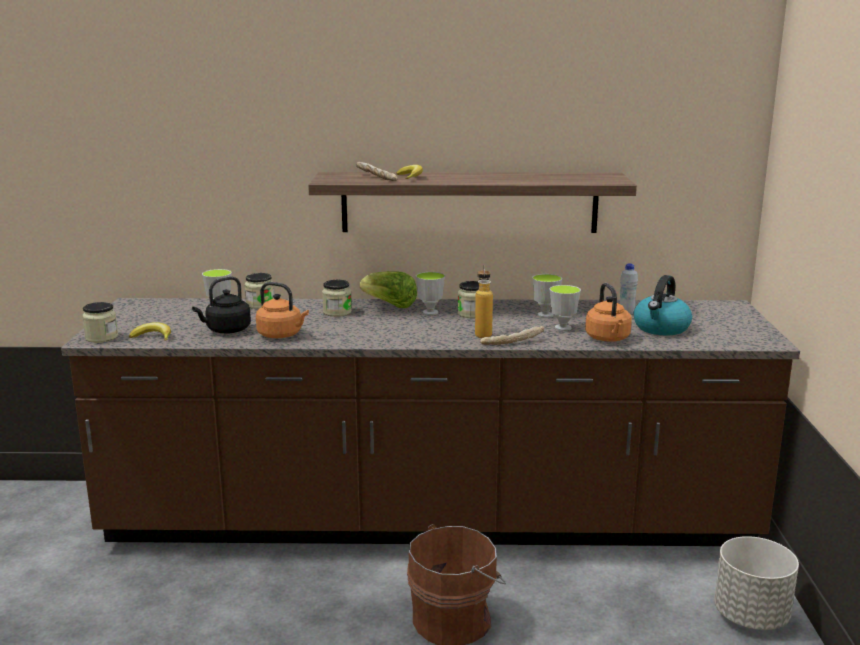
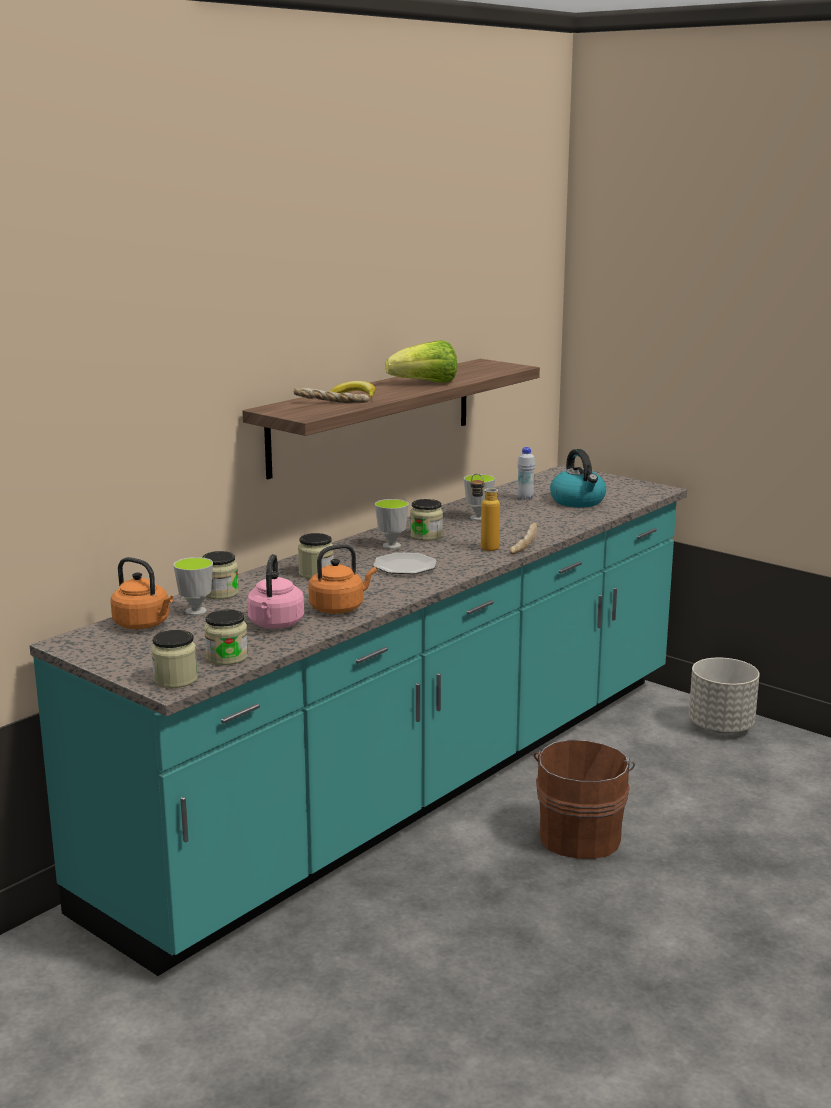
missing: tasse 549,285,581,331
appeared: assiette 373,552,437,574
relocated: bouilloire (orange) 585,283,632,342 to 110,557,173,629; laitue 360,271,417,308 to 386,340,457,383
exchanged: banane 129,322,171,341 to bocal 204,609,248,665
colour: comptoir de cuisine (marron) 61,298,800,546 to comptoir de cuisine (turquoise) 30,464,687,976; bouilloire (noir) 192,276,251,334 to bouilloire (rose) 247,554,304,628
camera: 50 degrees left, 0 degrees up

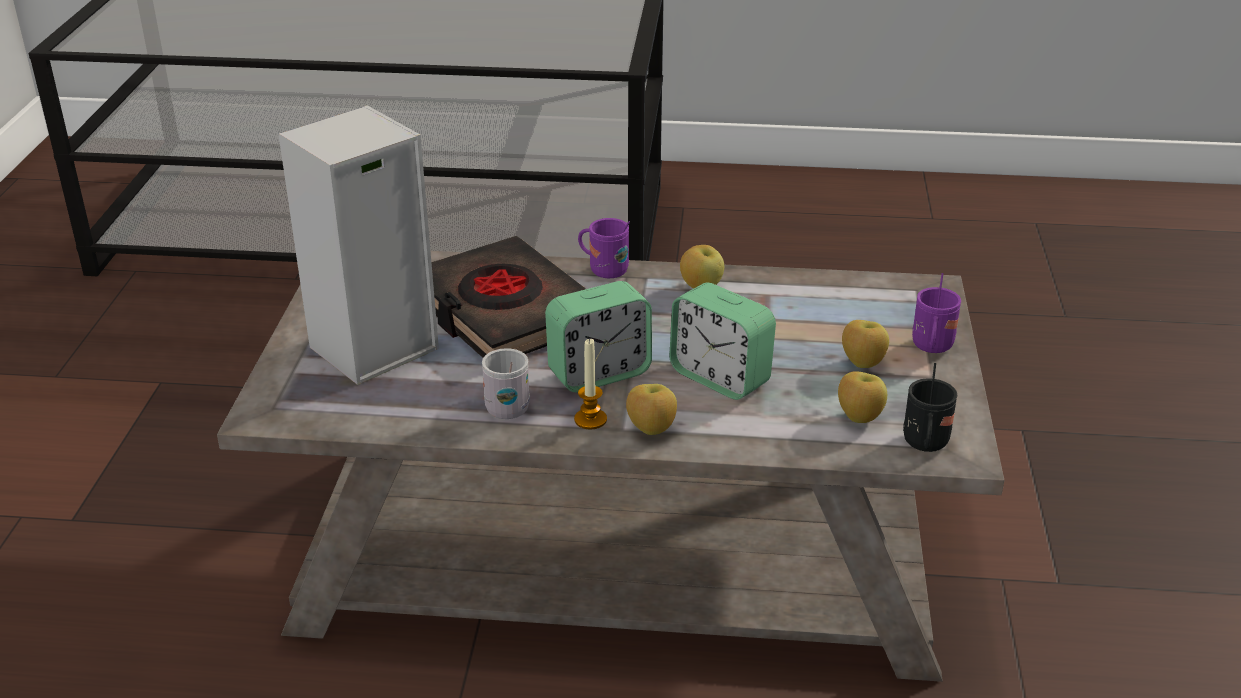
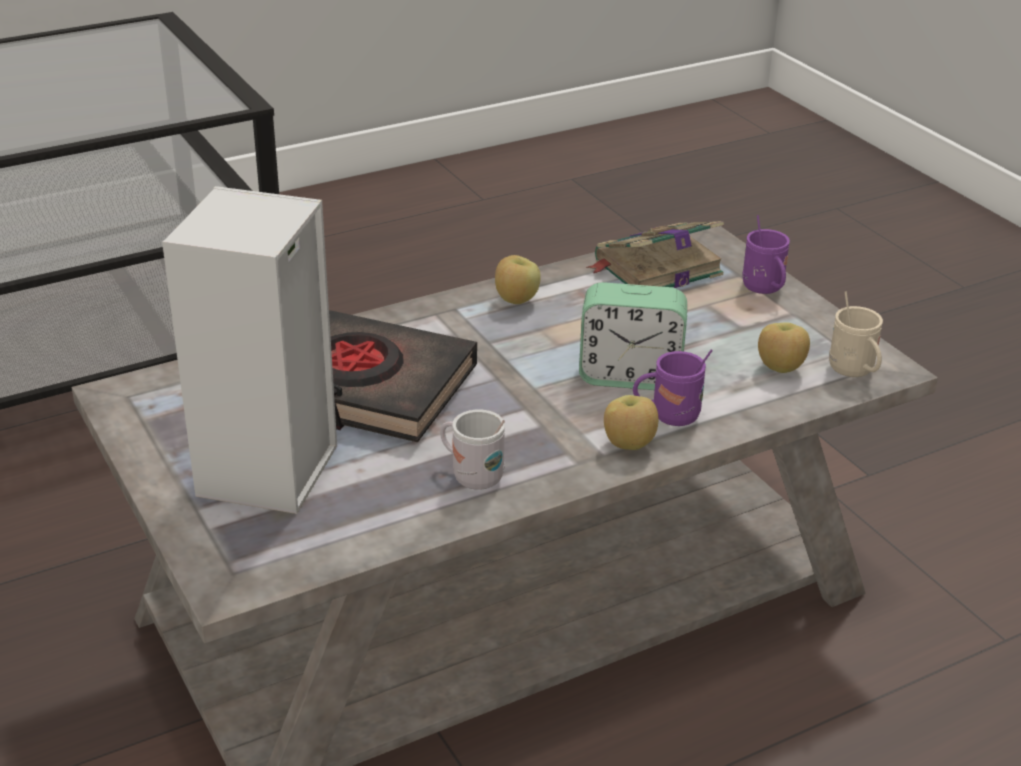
missing: réveil 545,281,652,393; bougie 574,338,607,430; pomme 842,320,889,368
appeared: livre 586,221,724,288
relocated: mug (violet) 578,218,630,278 to 633,349,713,426
colour: mug (noir) 903,363,957,452 to mug (beige) 829,291,883,377
camera: 35 degrees left, 0 degrees up

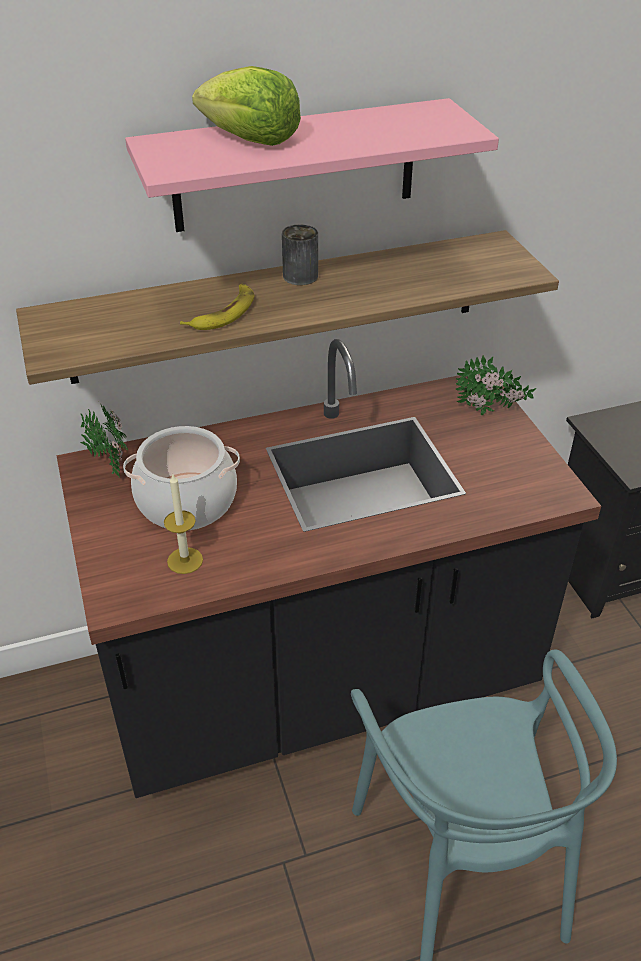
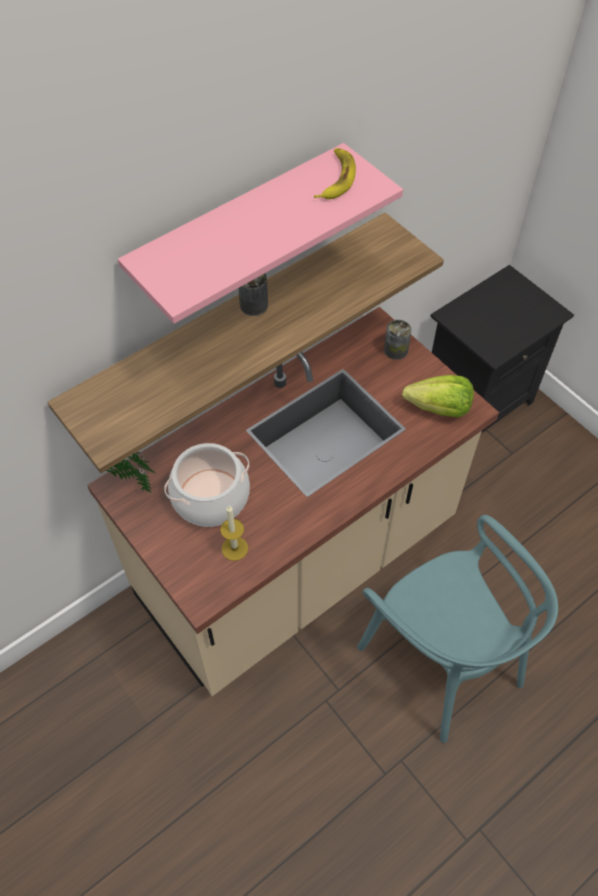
relocated: banane 180,284,255,330 to 314,148,356,199; laitue 192,66,301,146 to 402,375,474,418
exchanged: plante en pot 456,355,536,416 to boîte métallique 384,320,412,360
colour: comptoir de cuisine (noir) 56,339,601,798 to comptoir de cuisine (beige) 87,307,499,696
camera: 20 degrees left, 15 degrees up

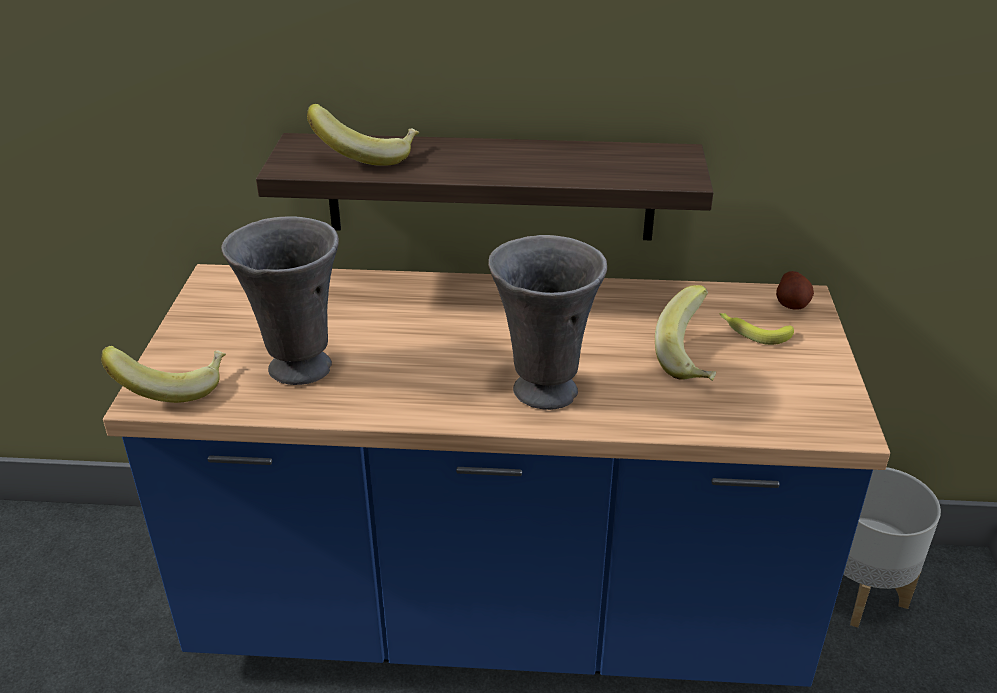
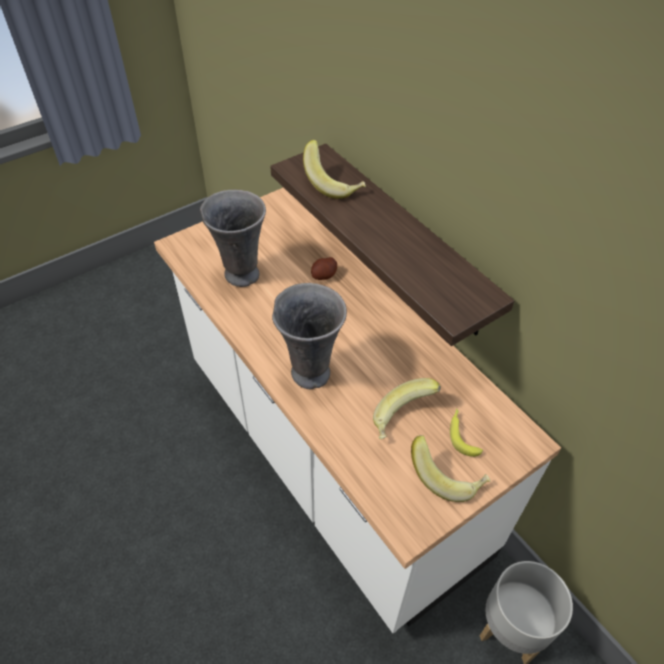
relocated: pomme de terre 776,271,814,310 to 311,257,337,280; banane 101,346,226,403 to 411,435,491,502
colour: comptoir de cuisine (bleu) 103,264,890,687 to comptoir de cuisine (blanc) 154,187,561,633
camera: 50 degrees right, 15 degrees up

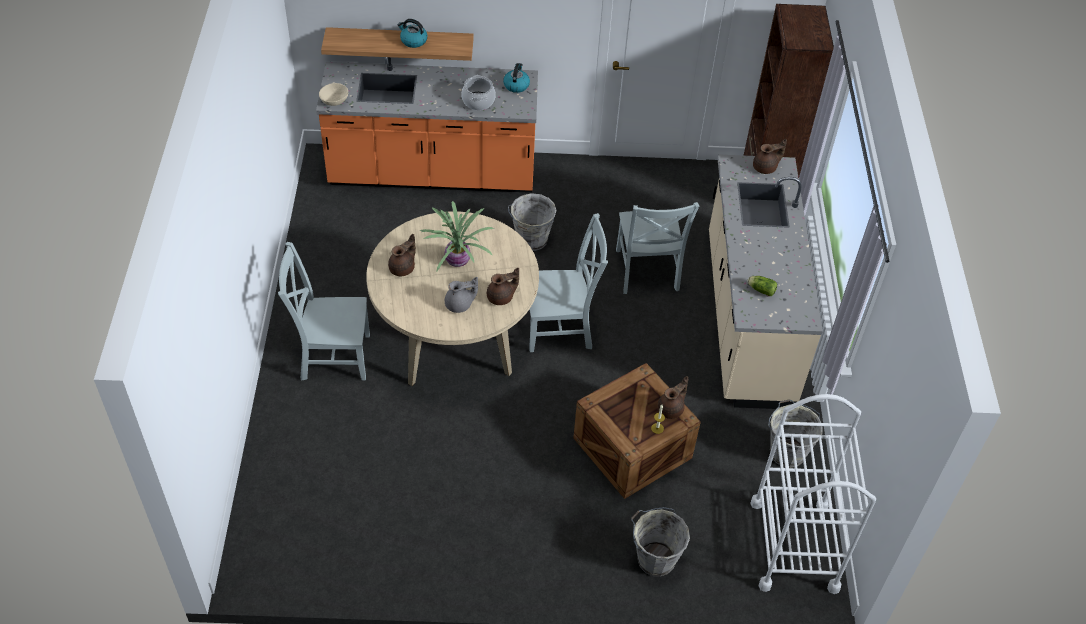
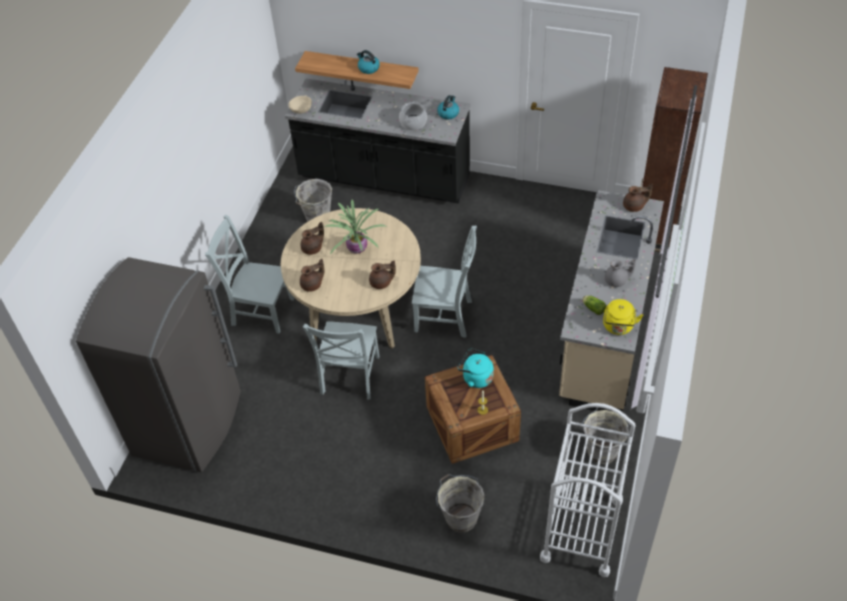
appeared: réfrigérateur (gris) 76,257,241,472; bouilloire (turquoise) 458,349,494,388; bouilloire (jaune) 603,299,643,335
relocated: seau (gris) 508,193,556,251 to 294,179,332,221; théière (marron) 657,376,688,419 to 300,259,325,292; chaise (gris) 616,202,699,294 to 303,321,379,400; théière (gris) 445,277,478,313 to 605,259,636,287
colour: comptoir de cuisine (orange) 316,57,538,193 to comptoir de cuisine (noir) 285,78,470,204
camera: 20 degrees right, 0 degrees up

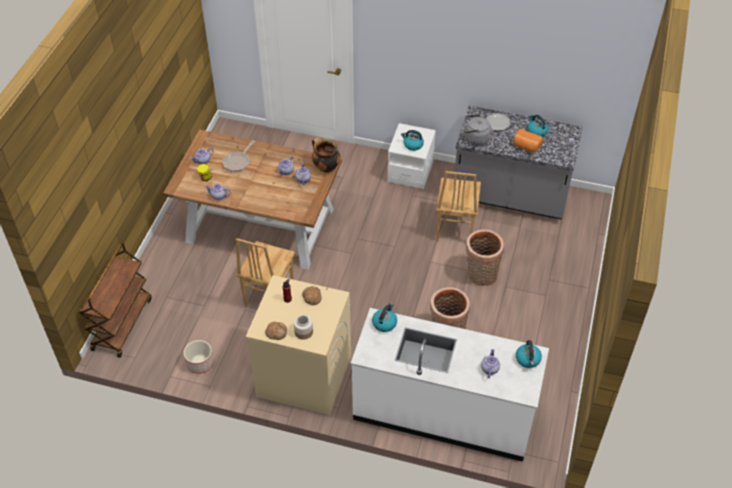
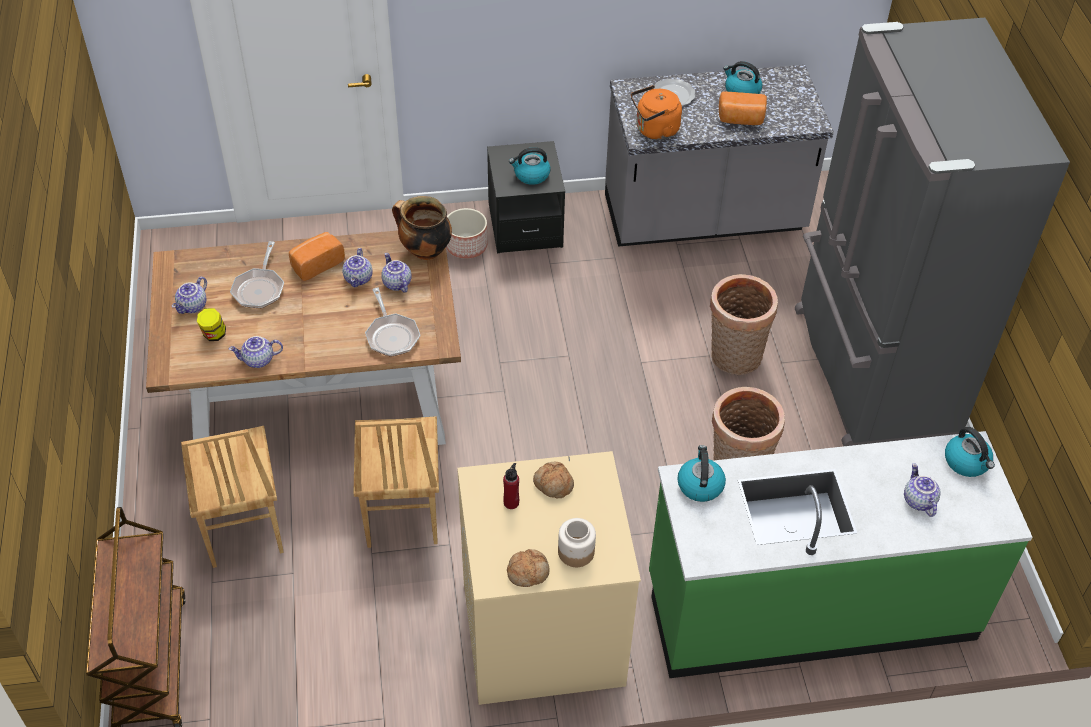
appeared: pain 289,232,345,281; poêle 365,288,420,357; réfrigérateur (gris) 795,18,1070,446
relocated: chaise (marron) 436,171,481,241 to 181,426,284,568; cache-pot 184,340,214,374 to 446,208,487,259
colour: table de chevet (blanc) 387,123,436,189 to table de chevet (noir) 487,141,565,253; bouilloire (gris) 464,115,491,146 to bouilloire (orange) 631,85,682,140; comptoir de cuisine (blanc) 351,308,549,462 to comptoir de cuisine (vert) 649,431,1033,678
camera: 25 degrees left, 0 degrees up

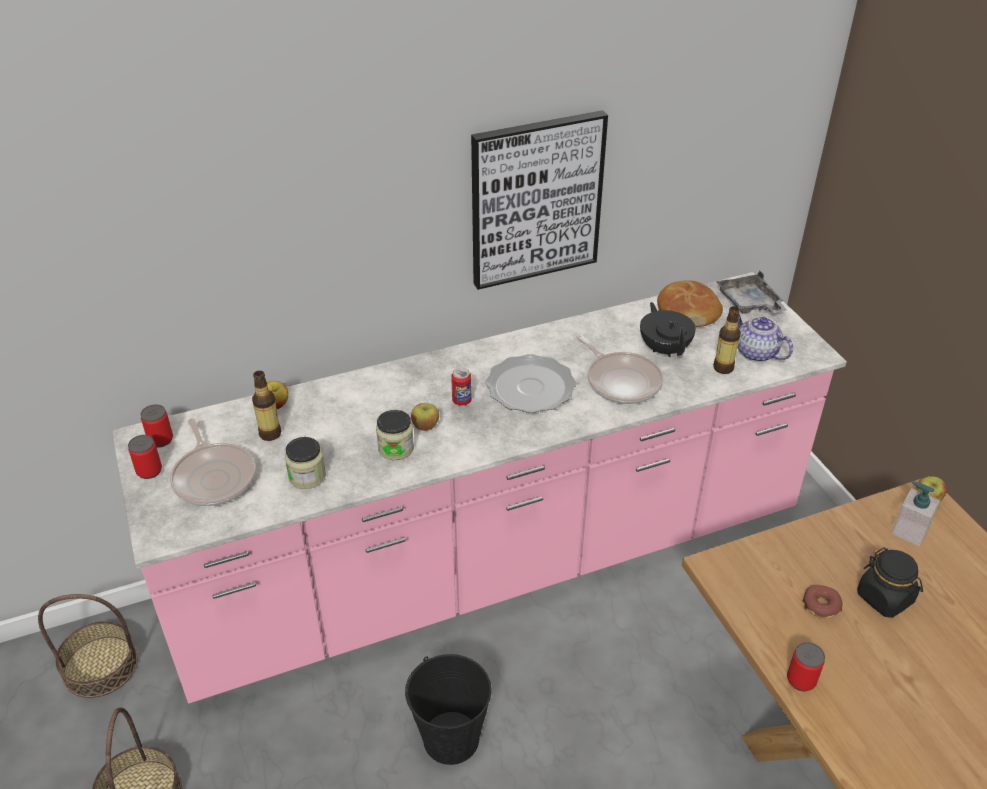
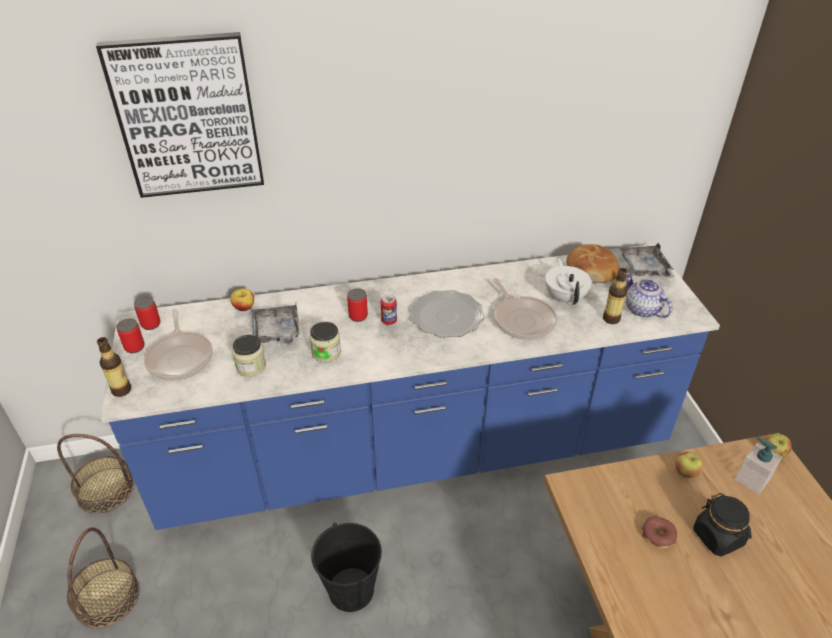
appeared: plateau (gris) 252,305,300,346
relocated: tableau 471,110,608,290 to 96,32,264,198; bouteille 252,371,281,441 to 97,337,131,397; boîte métallique 787,642,825,691 to 347,288,368,322; pomme 411,403,439,431 to 675,452,703,478
colour: comptoir de cuisine (rose) 112,272,847,703 to comptoir de cuisine (bleu) 100,244,720,530; théière (noir) 640,302,696,357 to théière (blanc) 545,259,592,305
camera: 10 degrees right, 0 degrees up

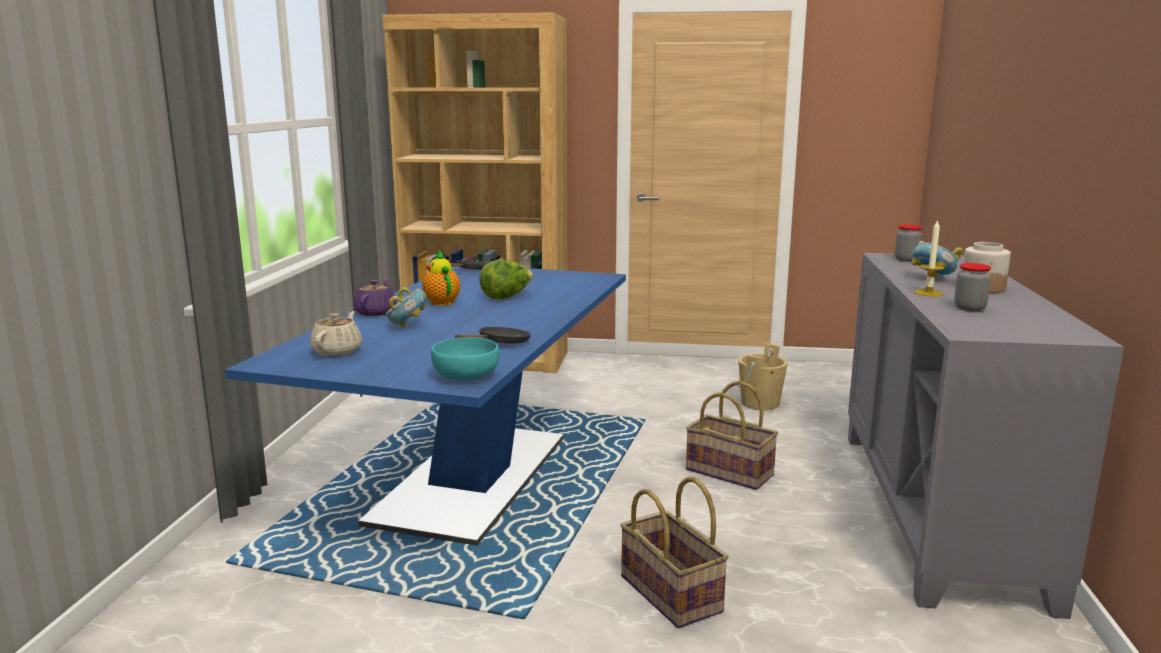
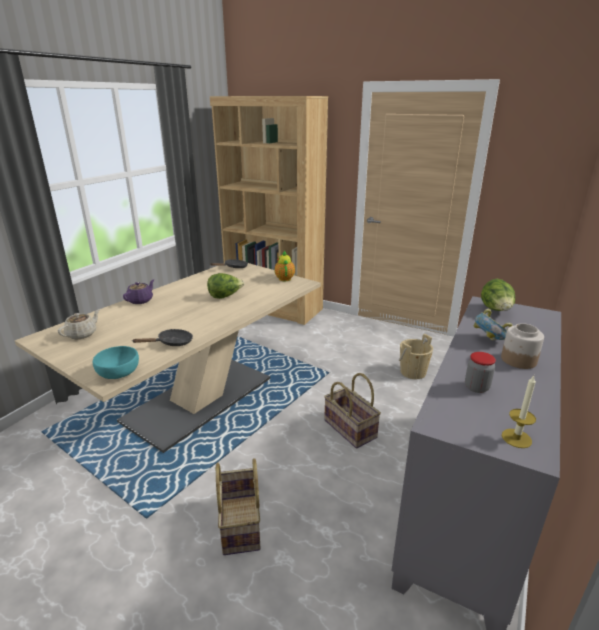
missing: bol 386,287,426,327
relocated: théière 422,250,460,306 to 274,250,295,281; bougie 914,219,945,296 to 502,375,536,448
exchanged: bocal 895,224,922,262 to laitue 481,279,515,311
colour: table à manger (bleu) 225,266,626,546 to table à manger (beige) 15,263,321,453
camera: 20 degrees right, 10 degrees up

